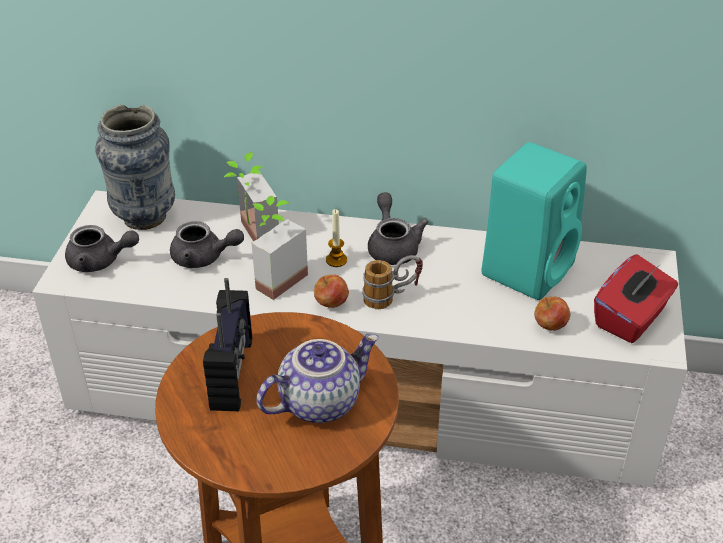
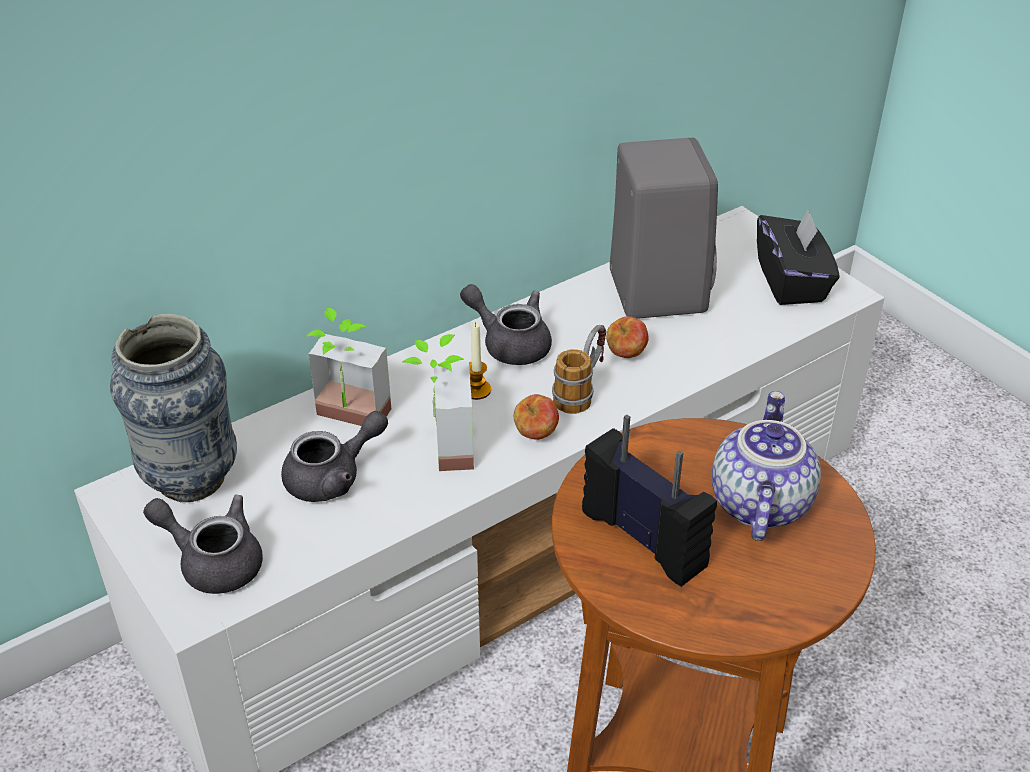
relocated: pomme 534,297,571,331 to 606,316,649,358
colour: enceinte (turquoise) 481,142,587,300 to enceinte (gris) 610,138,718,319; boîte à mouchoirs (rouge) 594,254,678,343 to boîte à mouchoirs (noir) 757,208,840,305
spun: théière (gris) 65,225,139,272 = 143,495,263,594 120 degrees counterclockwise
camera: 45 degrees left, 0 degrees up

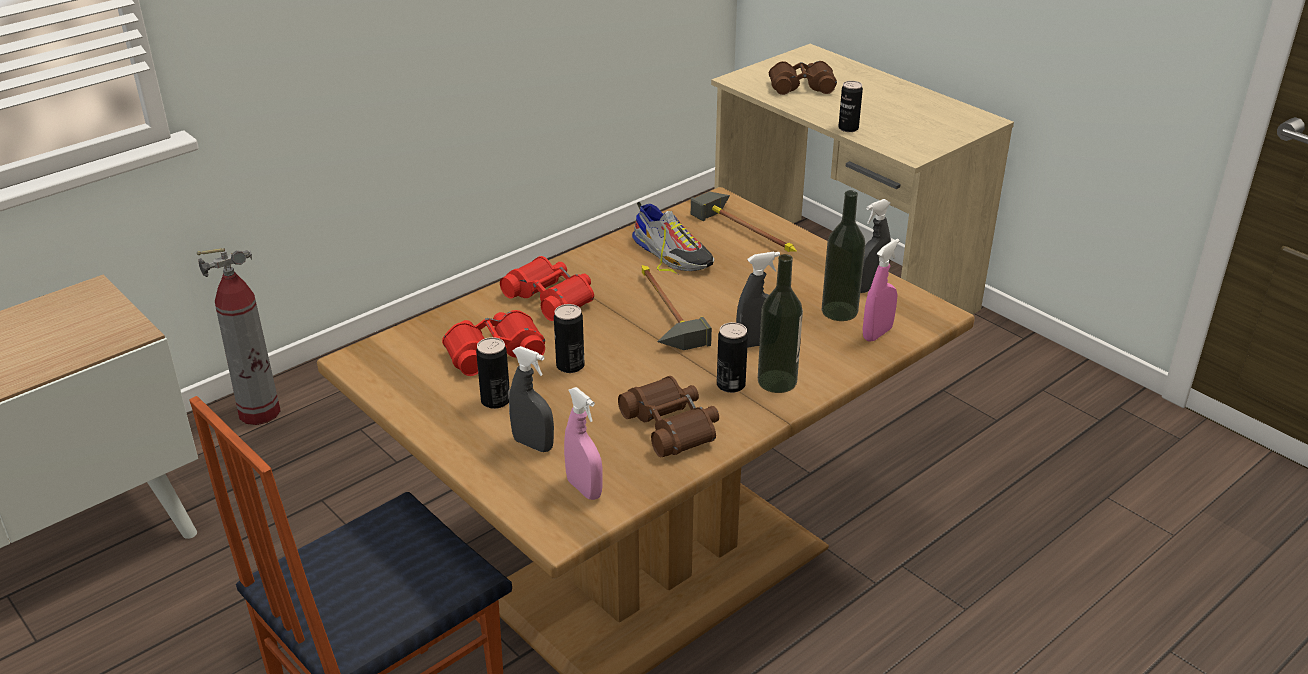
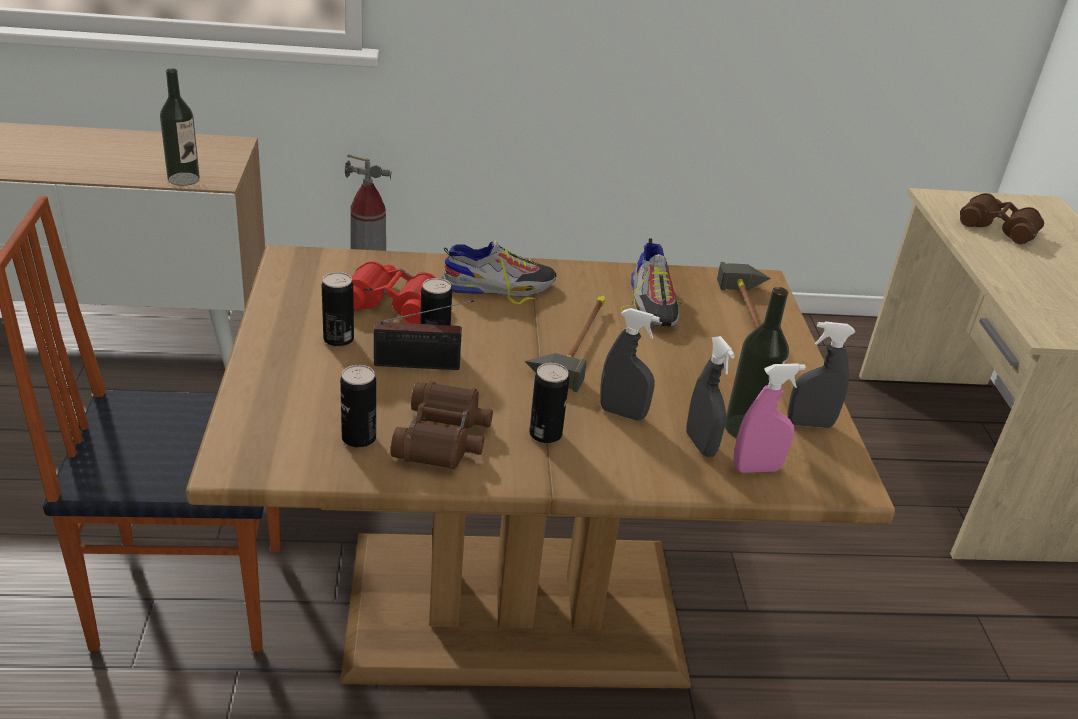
missing: vaporisateur (rose) 564,387,603,500
appeared: radio 374,300,474,370
relocated: bouteille 758,254,803,393 to 160,68,200,186; boîte métallique 838,81,863,132 to 340,365,376,448; vaporisateur (gris) 509,346,554,452 to 686,336,735,457
exchanged: jumelles (rouge) 500,256,594,321 to chaussure 442,240,556,304
camera: 35 degrees right, 0 degrees up

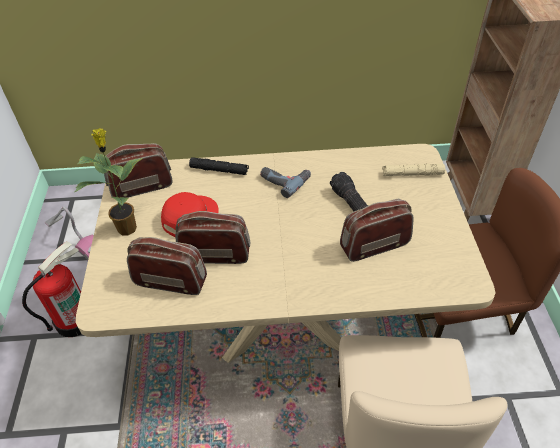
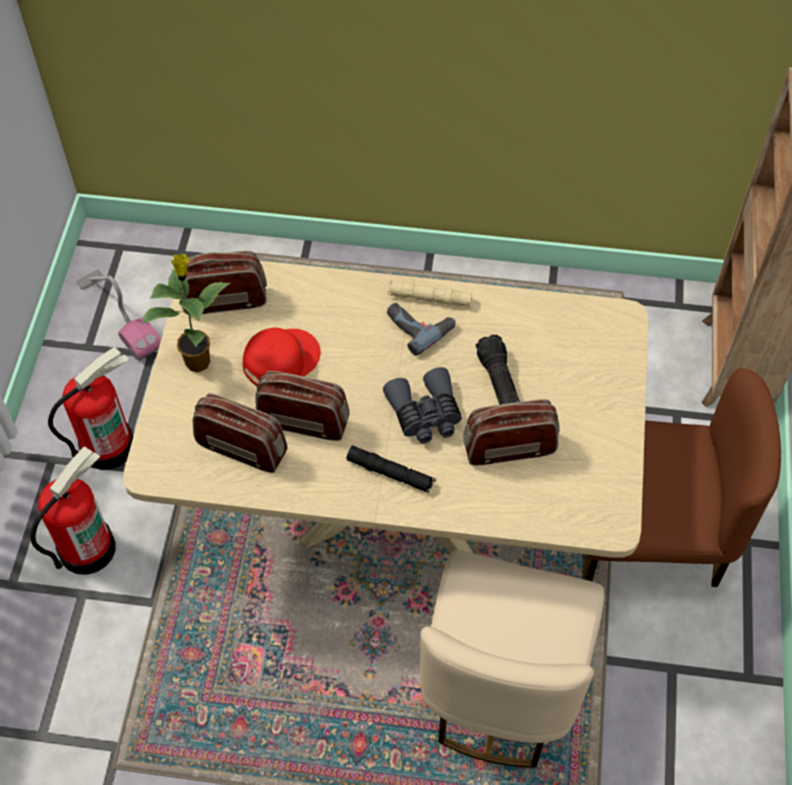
appeared: extincteur 31,446,115,575; jumelles (gris) 383,367,462,443
relocated: lampe de poche (noir) 189,157,249,175 to 346,445,435,493; lampe de poche (beige) 382,163,445,176 to 388,281,472,307
camera: 10 degrees right, 10 degrees up

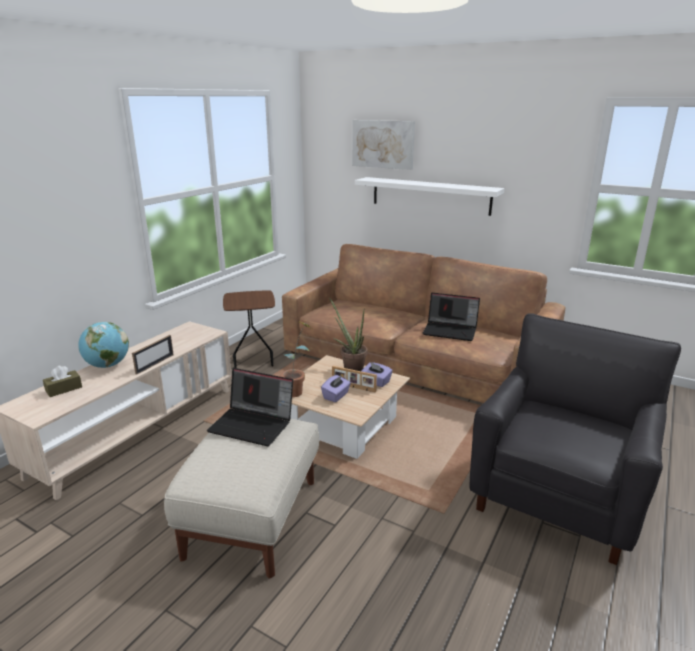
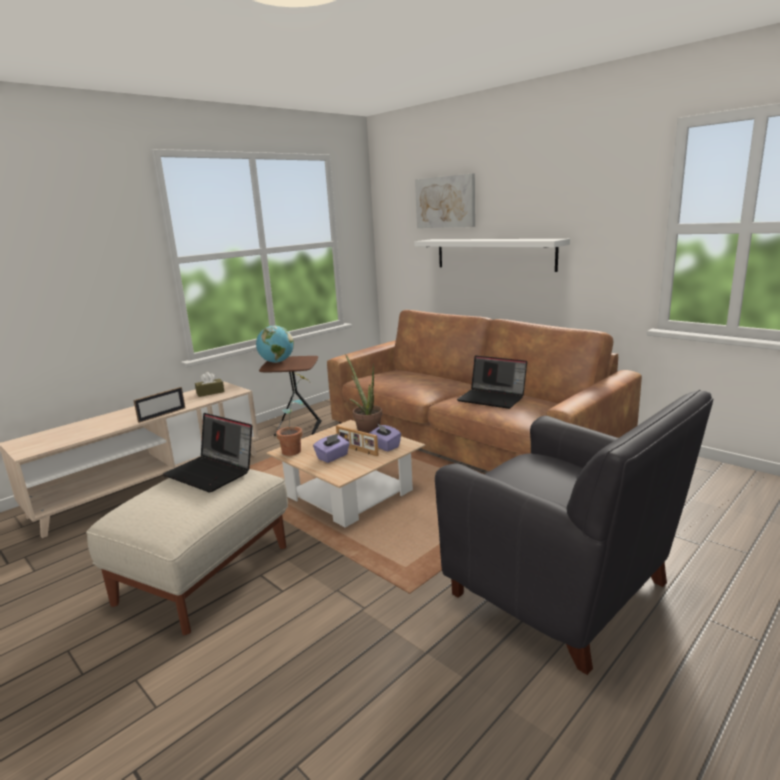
relocated: boîte à mouchoirs (marron) 43,365,82,397 to 195,372,224,397; globe 78,322,129,368 to 256,325,294,363
spun: fauteuil (noir) 470,313,681,565 = 435,390,714,675 90 degrees clockwise
camera: 15 degrees right, 5 degrees down

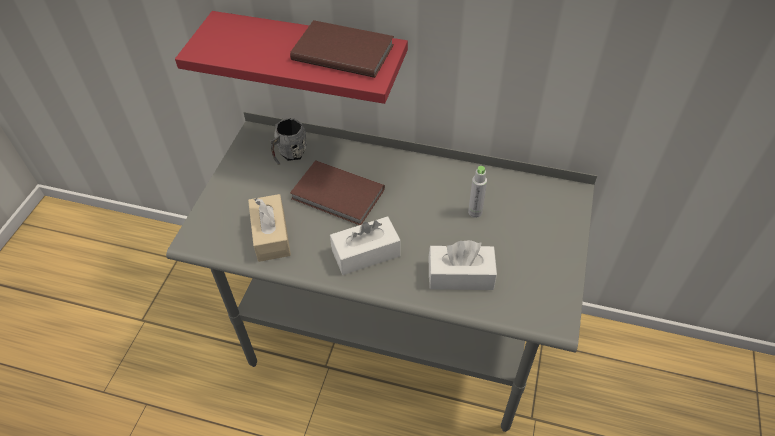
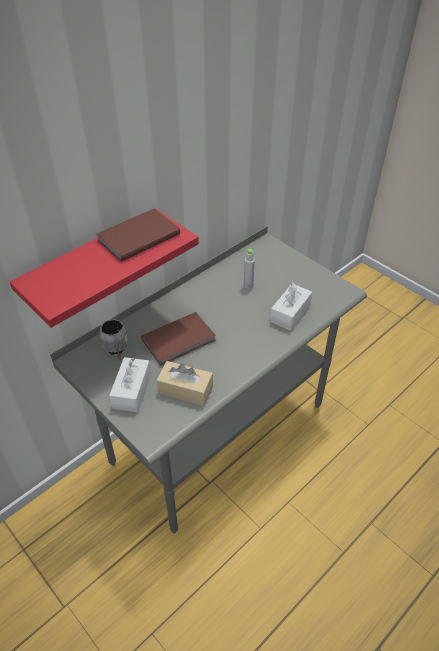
relocated: boîte à mouchoirs (blanc) 330,216,400,275 to 109,357,151,412
camera: 60 degrees left, 5 degrees down

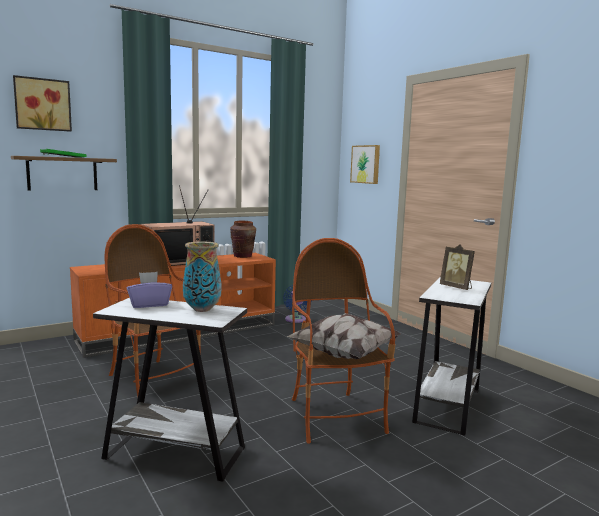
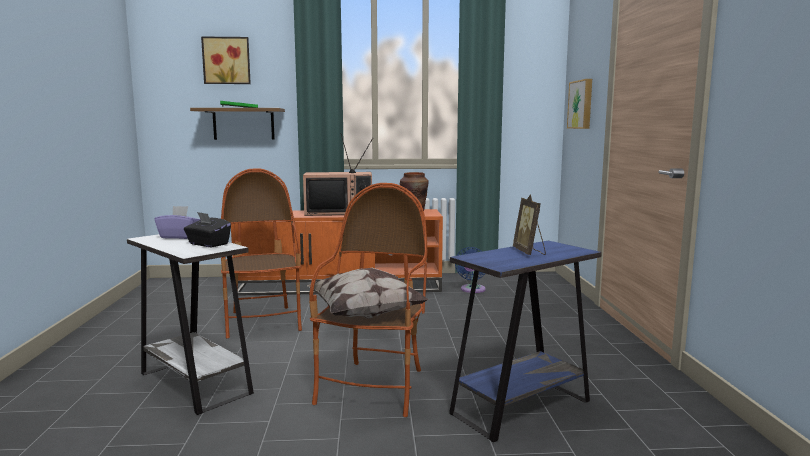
exchanged: vase 183,242,222,312 to boîte à mouchoirs (noir) 184,212,231,247
colour: table d'appoint (blanc) 412,277,491,436 to table d'appoint (bleu) 449,241,602,442
camera: 30 degrees right, 0 degrees up

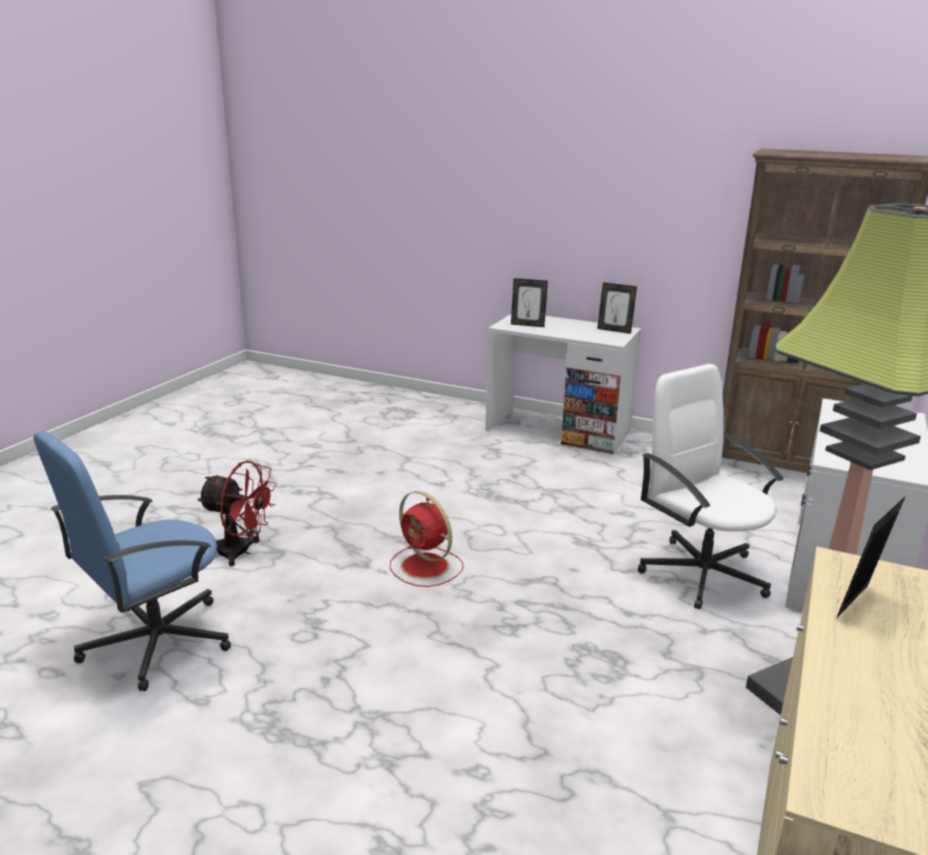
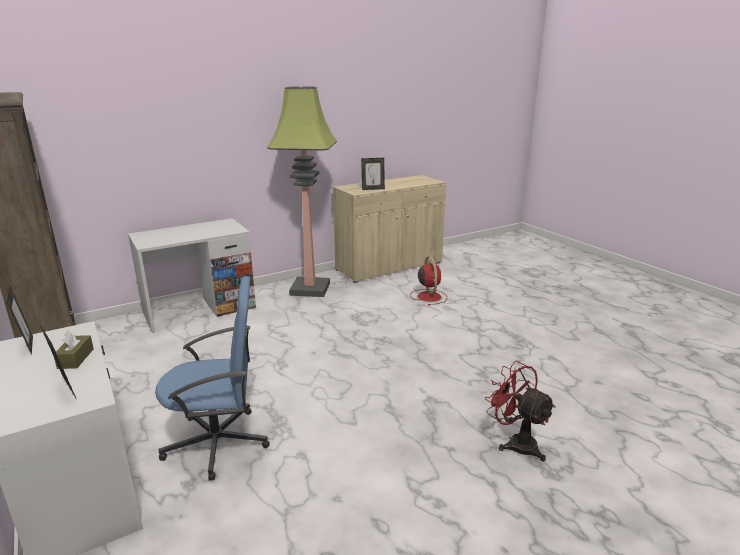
missing: chaise de bureau (blanc) 638,364,783,609
appeared: boîte à mouchoirs (marron) 54,330,94,369
relocated: chaise de bureau (bleu) 33,431,231,691 to 155,276,270,481; ventilateur (rouge) 390,491,464,587 to 410,256,447,306
camera: 145 degrees left, 0 degrees up

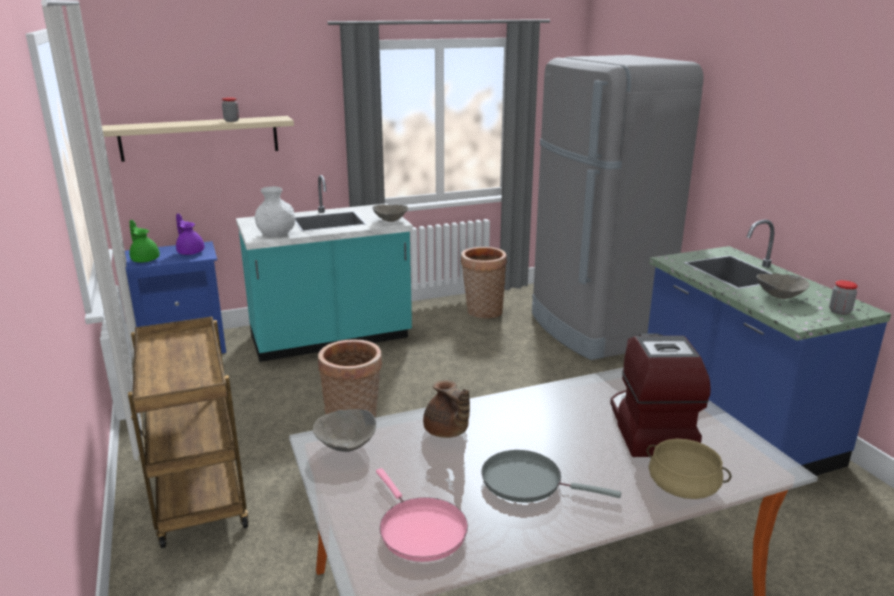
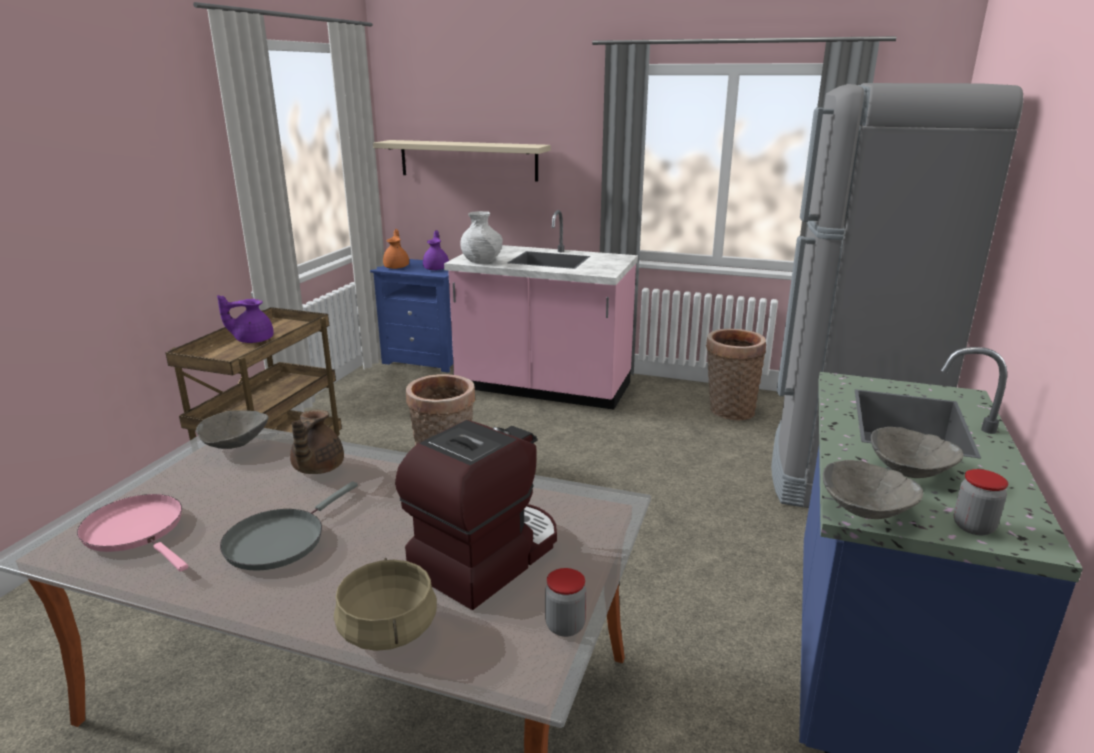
appeared: théière (violet) 217,295,273,343
relocated: bocal 222,97,239,122 to 545,568,586,637; bol (gris) 372,204,408,222 to 823,460,923,519
colour: théière (vert) 130,220,160,263 to théière (orange) 383,229,409,269; comptoir de cuisine (turquoise) 236,175,413,362 to comptoir de cuisine (rose) 444,210,638,410
spun: poêle (rose) 376,468,468,562 = 77,494,188,572 120 degrees clockwise; poêle (gris) 481,450,621,503 = 220,481,358,571 120 degrees counterclockwise
camera: 40 degrees right, 0 degrees up

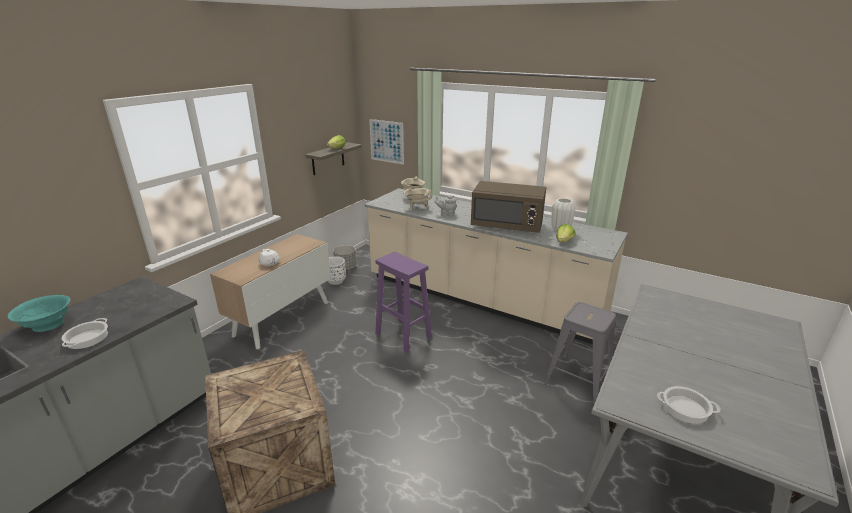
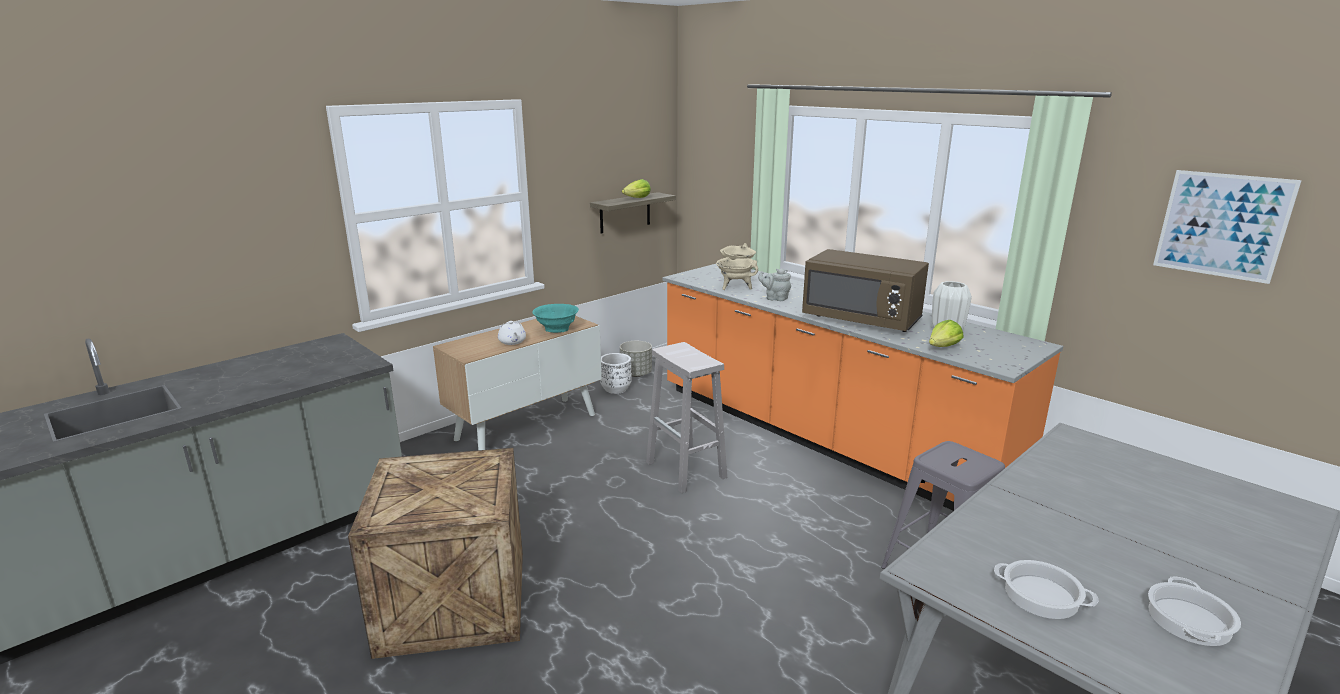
relocated: bol (turquoise) 8,295,71,332 to 532,304,579,333; marmite 62,318,108,349 to 1148,576,1241,646; tableau 369,119,404,165 to 1153,170,1302,284
colour: tabouret (violet) 375,252,432,353 to tabouret (blanc) 646,342,727,493; comptoir de cuisine (beige) 364,188,628,344 to comptoir de cuisine (orange) 662,264,1063,511
camera: 15 degrees right, 5 degrees down

